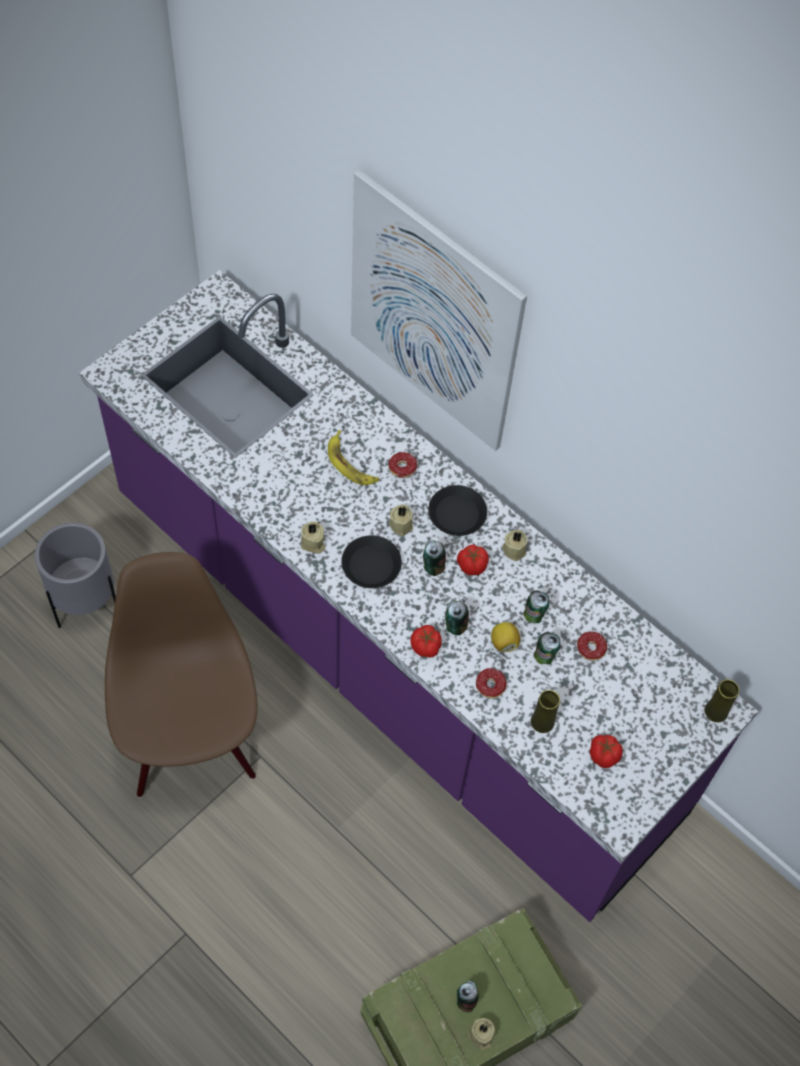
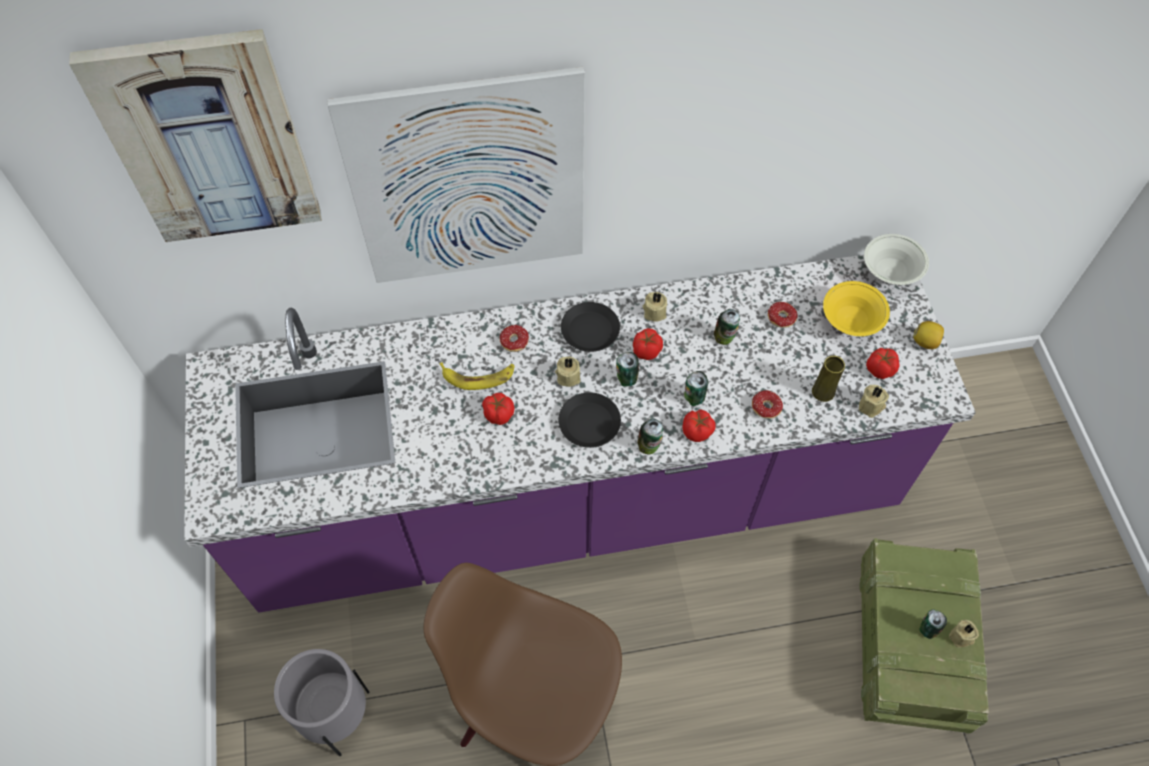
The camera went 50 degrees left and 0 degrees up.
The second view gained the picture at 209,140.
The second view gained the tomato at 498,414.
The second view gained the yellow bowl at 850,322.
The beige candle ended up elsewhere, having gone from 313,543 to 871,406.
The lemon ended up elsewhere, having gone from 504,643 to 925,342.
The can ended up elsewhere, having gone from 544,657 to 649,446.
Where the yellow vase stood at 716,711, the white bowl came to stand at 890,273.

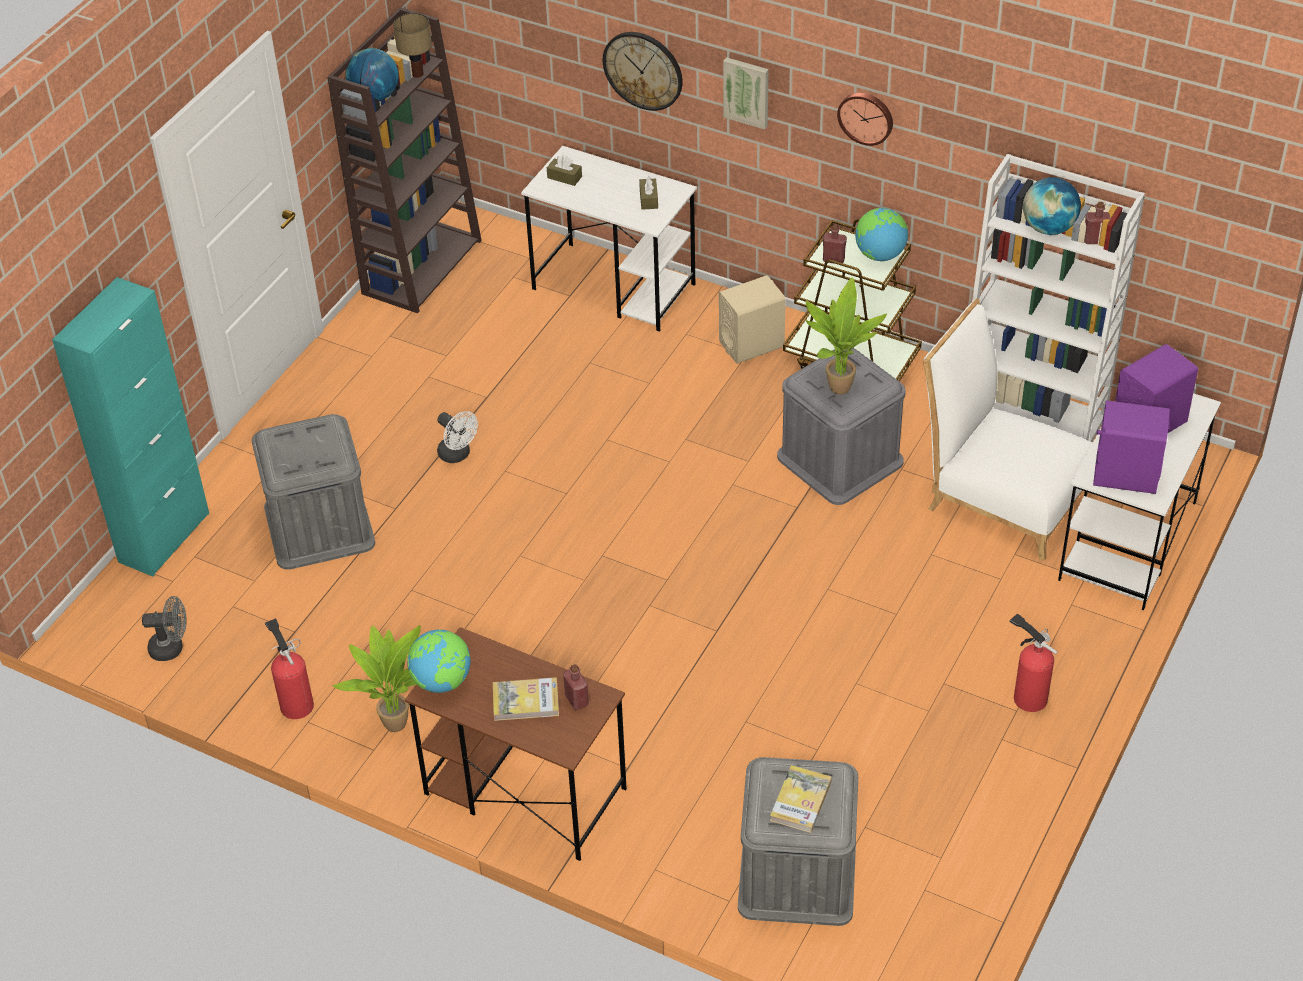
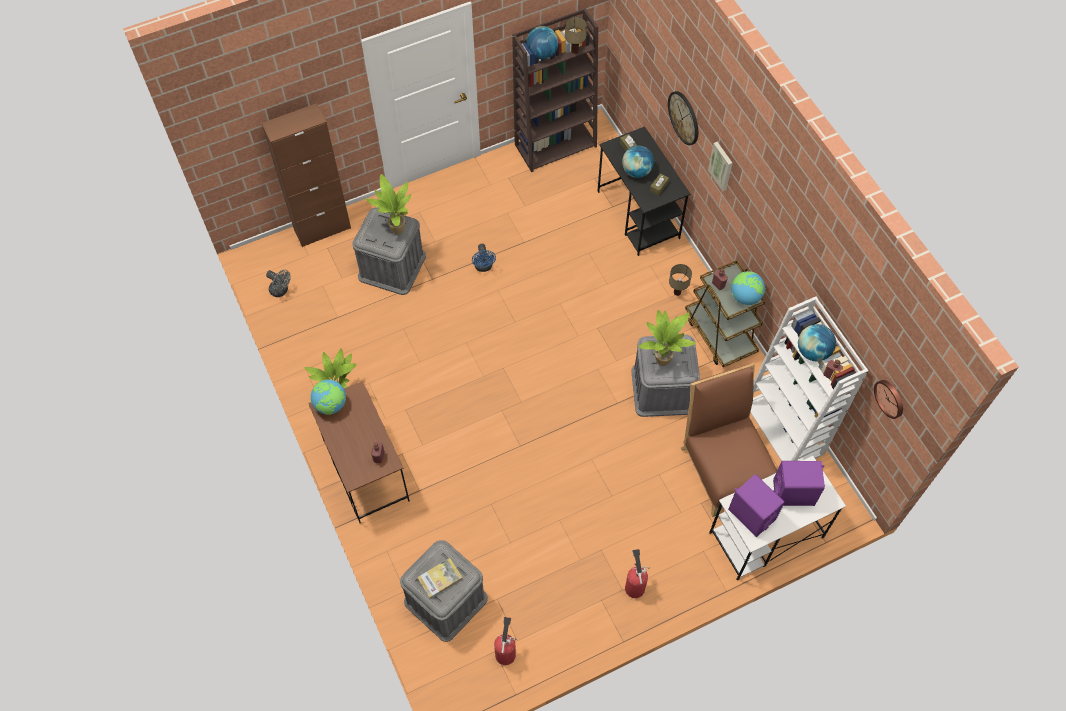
The camera went 35 degrees right and 15 degrees up.
The second view lost the book at 526,701.
The second view gained the potted plant at 395,230.
The second view gained the globe at 637,171.
The fire extinguisher ended up elsewhere, having gone from 295,703 to 506,652.
The wall clock ended up elsewhere, having gone from 866,117 to 890,398.
Where the beige speaker stood at 752,344, the table lamp came to stand at 677,292.
What was the turquoise cabinet at 164,537 turned into the brown cabinet at 322,229.
What was the white fan at 458,455 turned into the blue fan at 484,267.
What was the white desk at 615,287 turned into the black desk at 638,215.
What was the white chair at 1001,495 turned into the brown chair at 724,464.

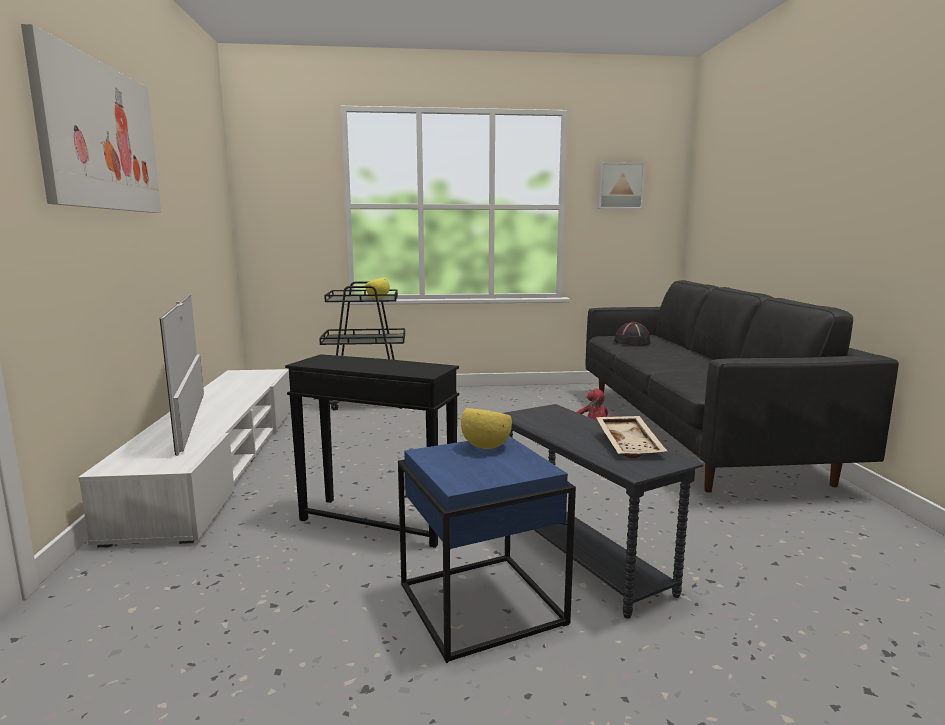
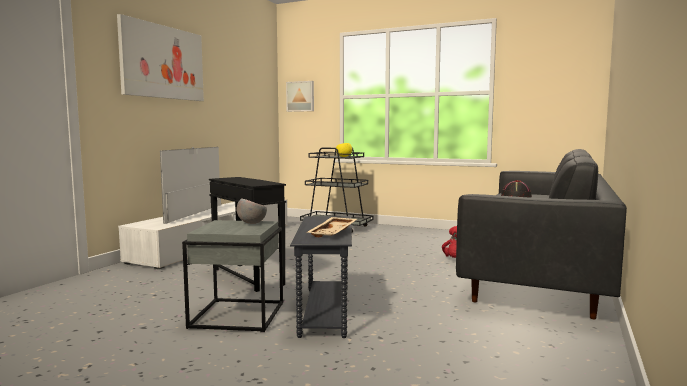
The camera went 30 degrees right and 5 degrees down.
The picture ended up elsewhere, having gone from 620,186 to 300,96.
What was the blue side table at 479,604 turned into the grey side table at 237,315.
What was the yellow bowl at 485,447 turned into the grey bowl at 251,223.

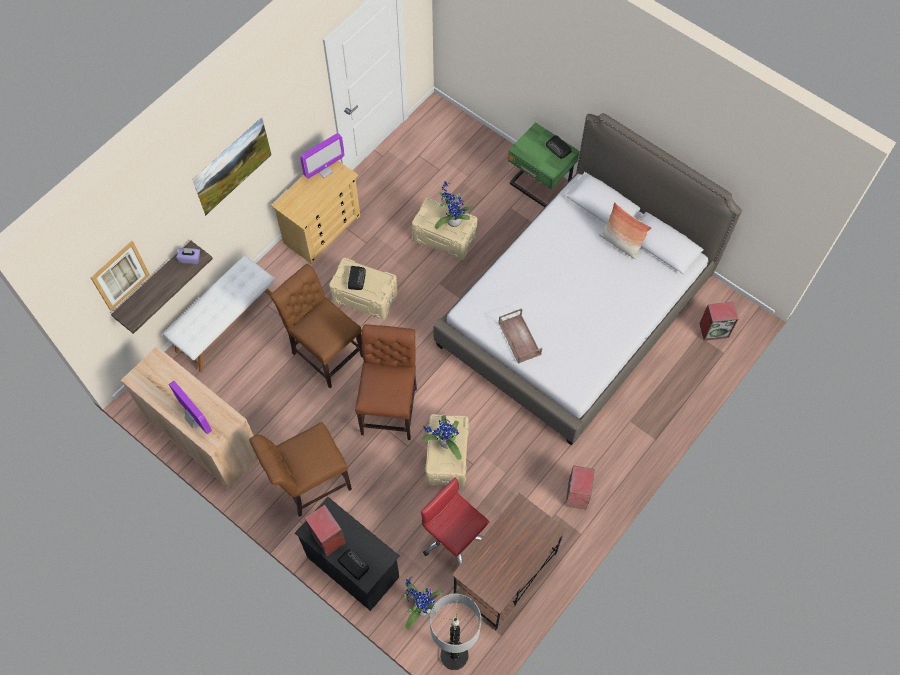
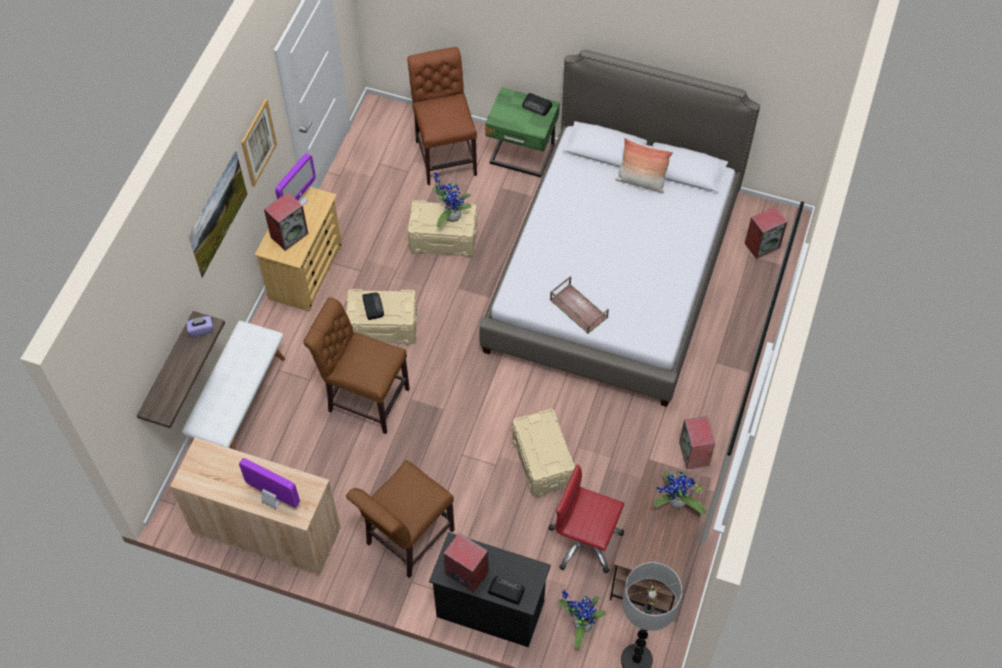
The camera went 20 degrees left and 5 degrees down.
The second view gained the speaker at 289,235.
The picture ended up elsewhere, having gone from 120,275 to 258,142.
The brown chair ended up elsewhere, having gone from 390,407 to 445,154.
The potted plant ended up elsewhere, having gone from 445,443 to 675,503.

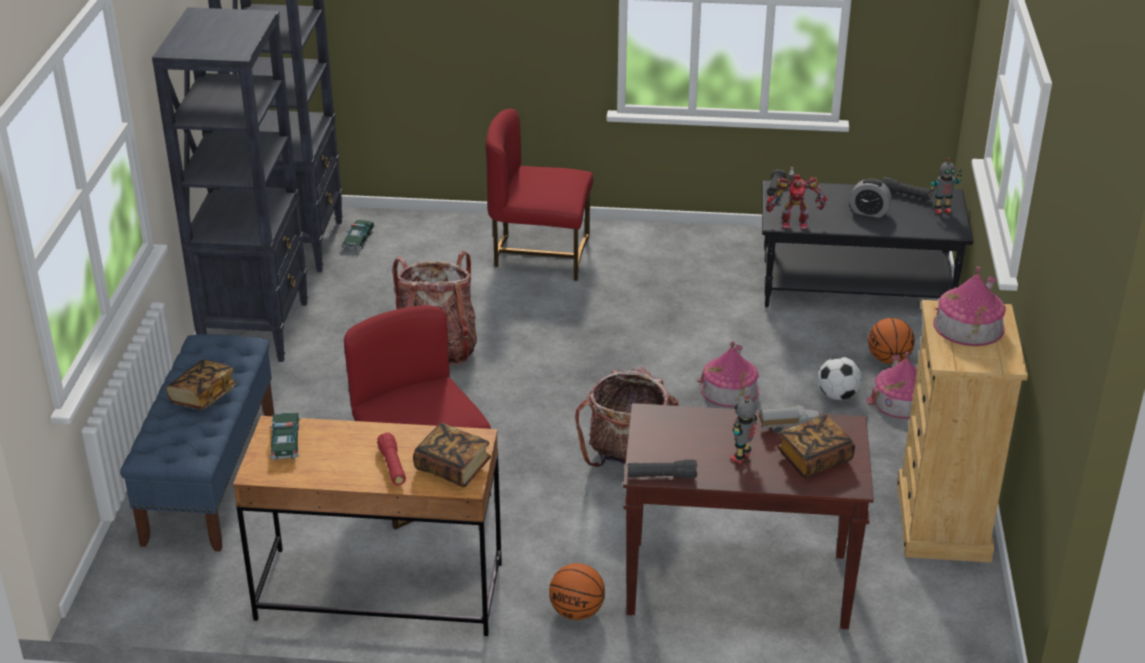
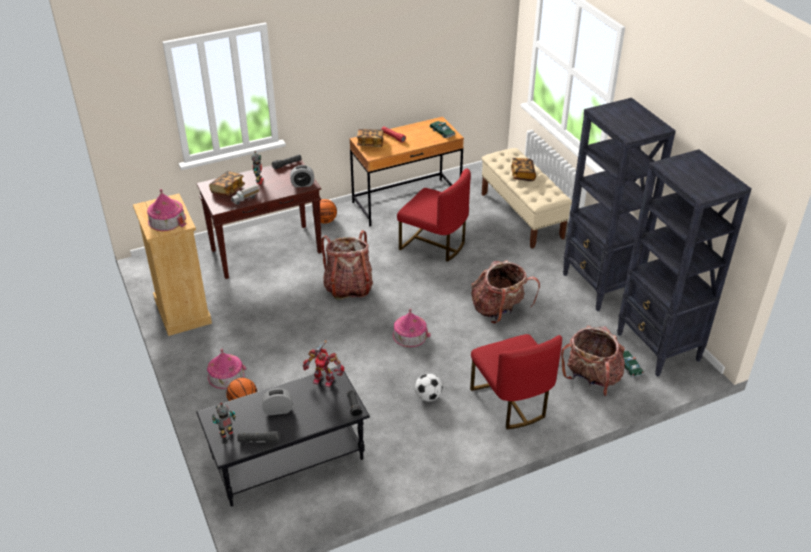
The camera went 150 degrees right and 5 degrees up.
The second view gained the alarm clock at 302,184.
The second view gained the backpack at 591,378.
The toy house ended up elsewhere, having gone from 729,389 to 410,335.
The football ended up elsewhere, having gone from 837,396 to 428,396.
What was the blue bench at 210,477 turned into the beige bench at 522,216.
The red chair at 540,254 ended up facing another way, 90 degrees clockwise from before.
The toy robot at 794,223 ended up facing another way, 135 degrees counterclockwise from before.

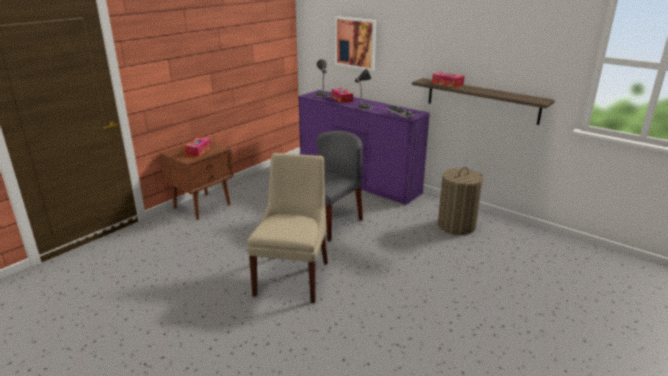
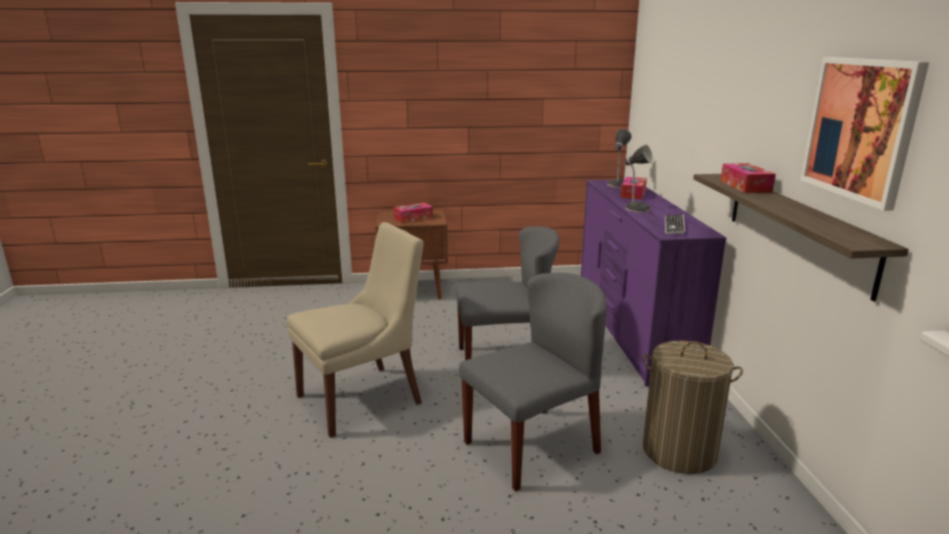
The camera went 45 degrees right and 5 degrees down.
The second view gained the grey chair at 532,446.
The picture ended up elsewhere, having gone from 355,43 to 860,129.

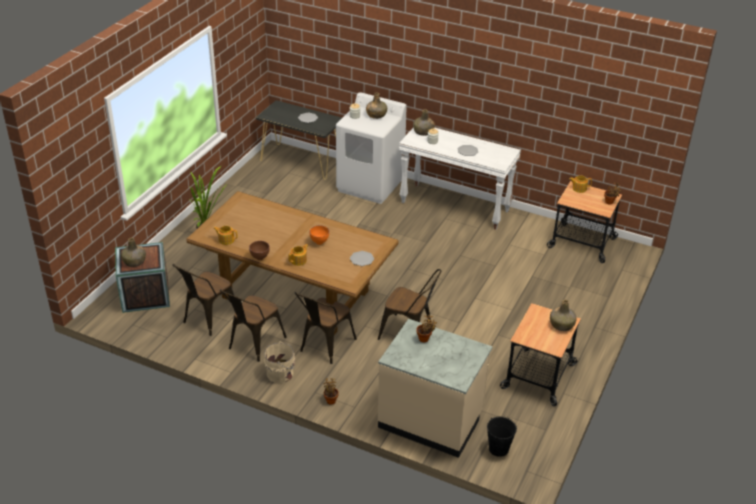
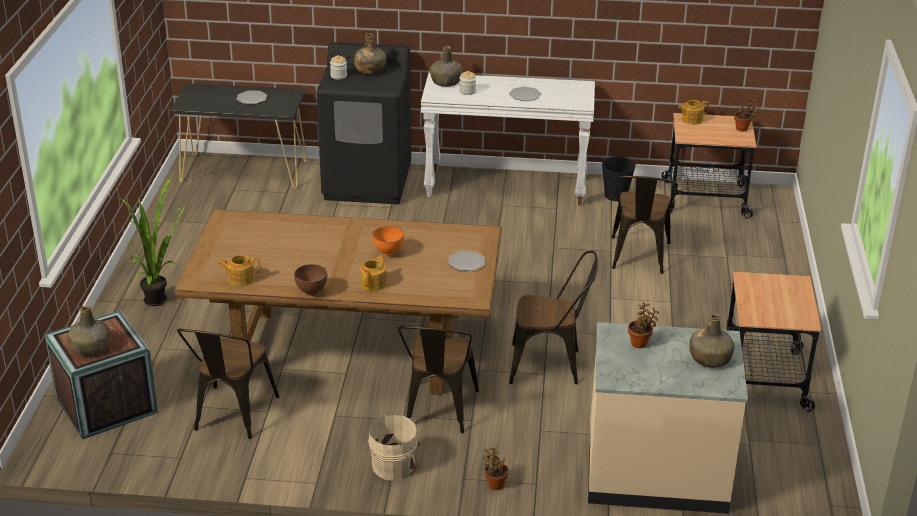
The camera went 20 degrees left and 5 degrees down.
The brown chair ended up elsewhere, having gone from 253,344 to 638,258.
The black bucket ended up elsewhere, having gone from 498,449 to 616,195.
The green bottle ended up elsewhere, having gone from 562,325 to 710,359.
What was the white washing machine at 370,185 turned into the black washing machine at 367,183.

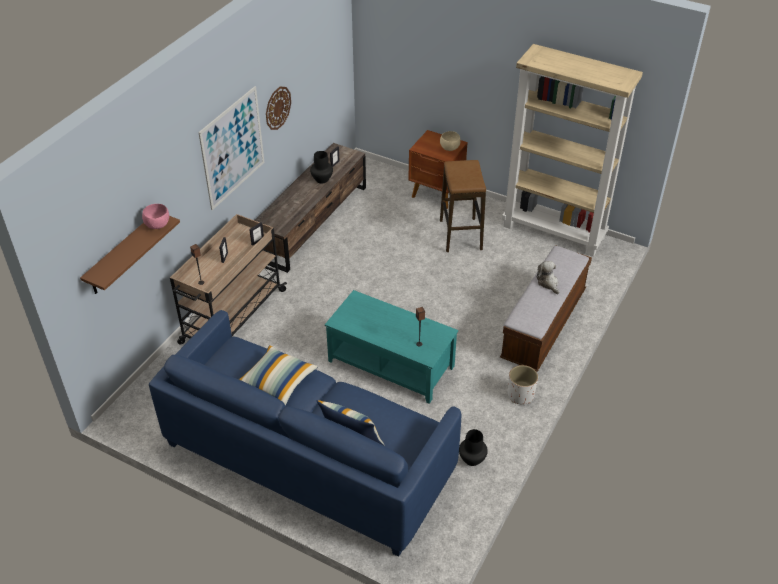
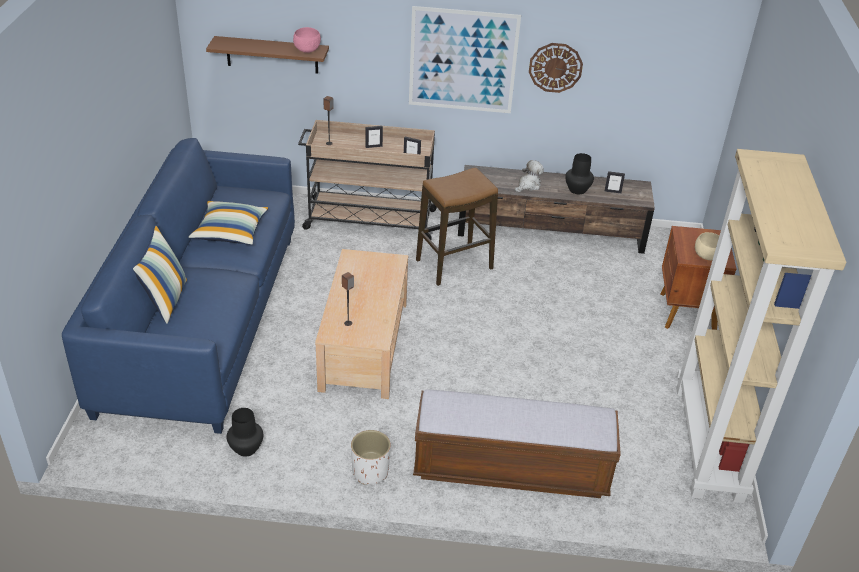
The camera went 65 degrees right and 5 degrees down.
The stool ended up elsewhere, having gone from 460,235 to 454,265.
The plush toy ended up elsewhere, having gone from 548,283 to 528,185.
What was the turquoise coffee table at 390,364 turned into the beige coffee table at 363,345.

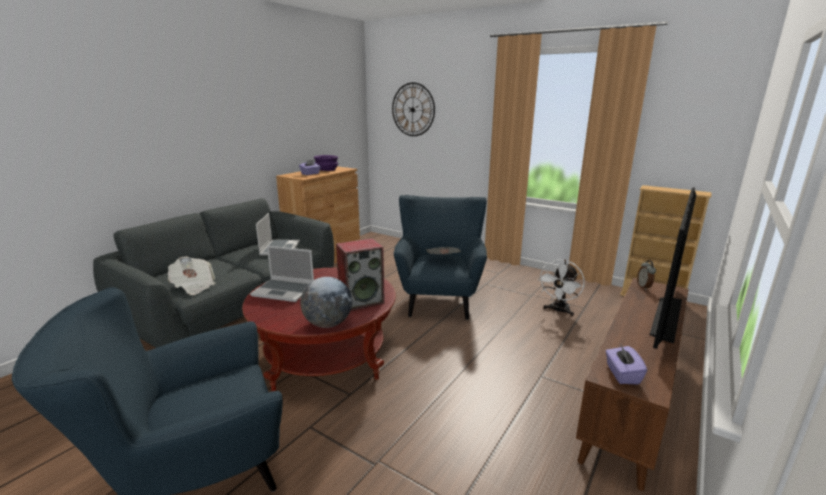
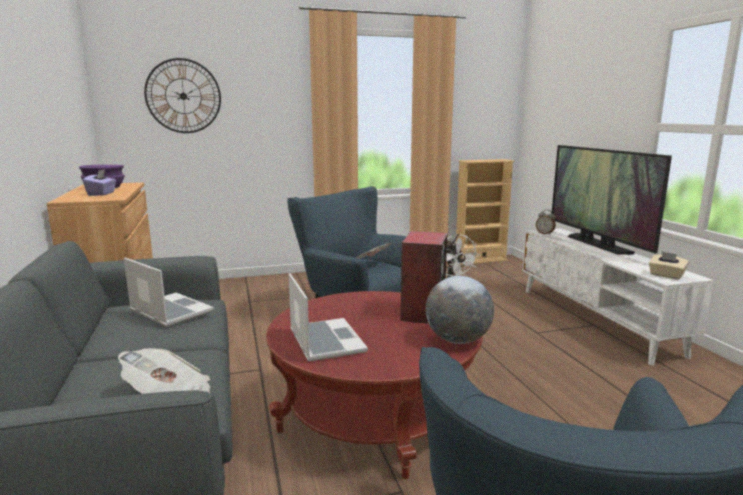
The camera went 50 degrees left and 5 degrees down.
What was the brown tv stand at 631,401 turned into the white tv stand at 596,320.
What was the purple tissue box at 622,374 turned into the beige tissue box at 666,275.
The laptop at 284,291 ended up facing another way, 75 degrees counterclockwise from before.

